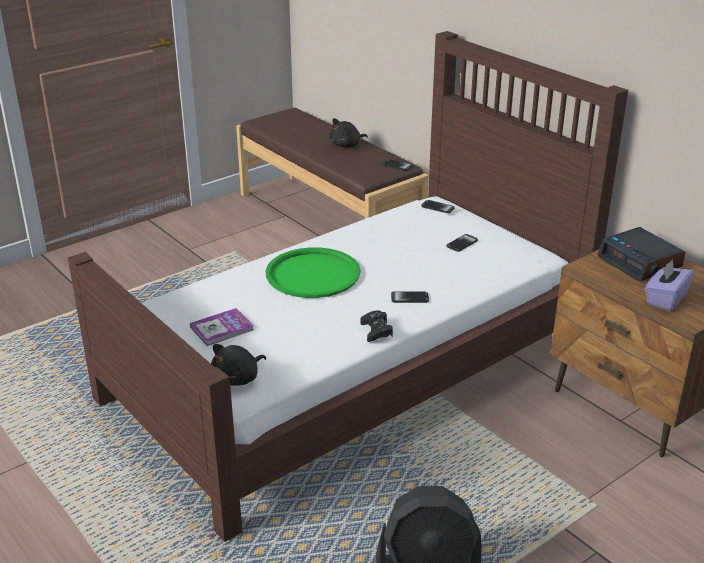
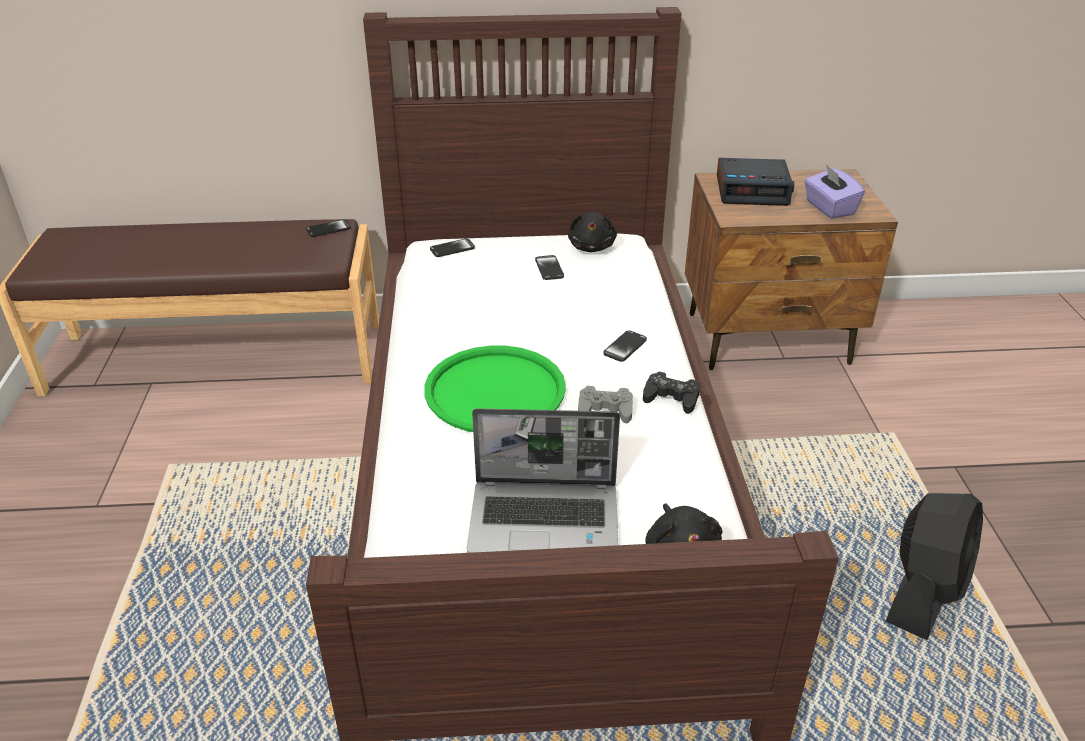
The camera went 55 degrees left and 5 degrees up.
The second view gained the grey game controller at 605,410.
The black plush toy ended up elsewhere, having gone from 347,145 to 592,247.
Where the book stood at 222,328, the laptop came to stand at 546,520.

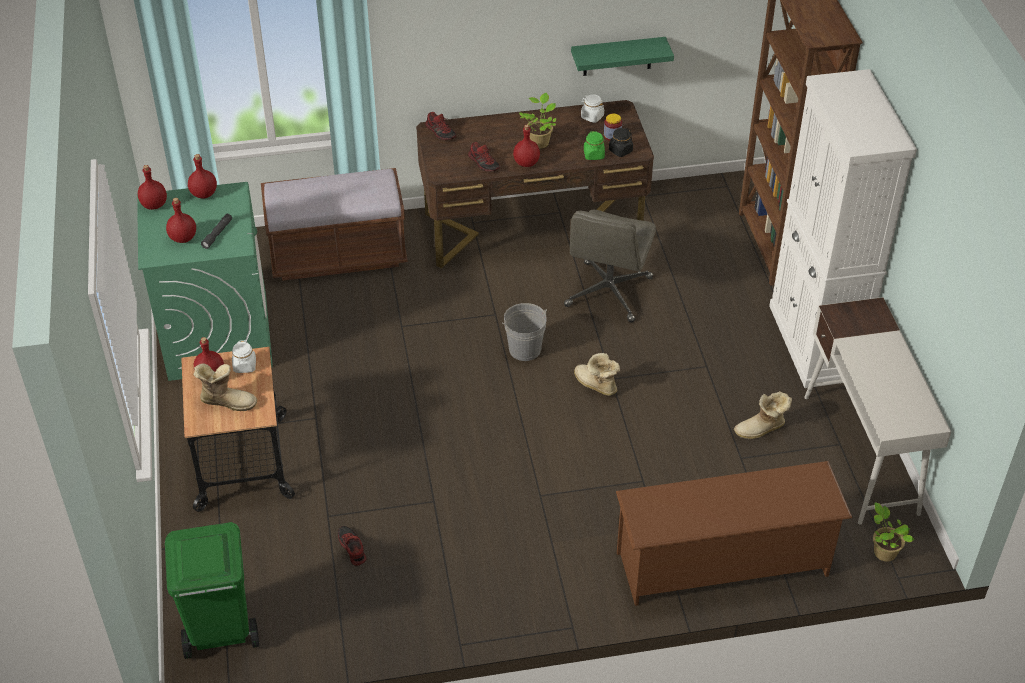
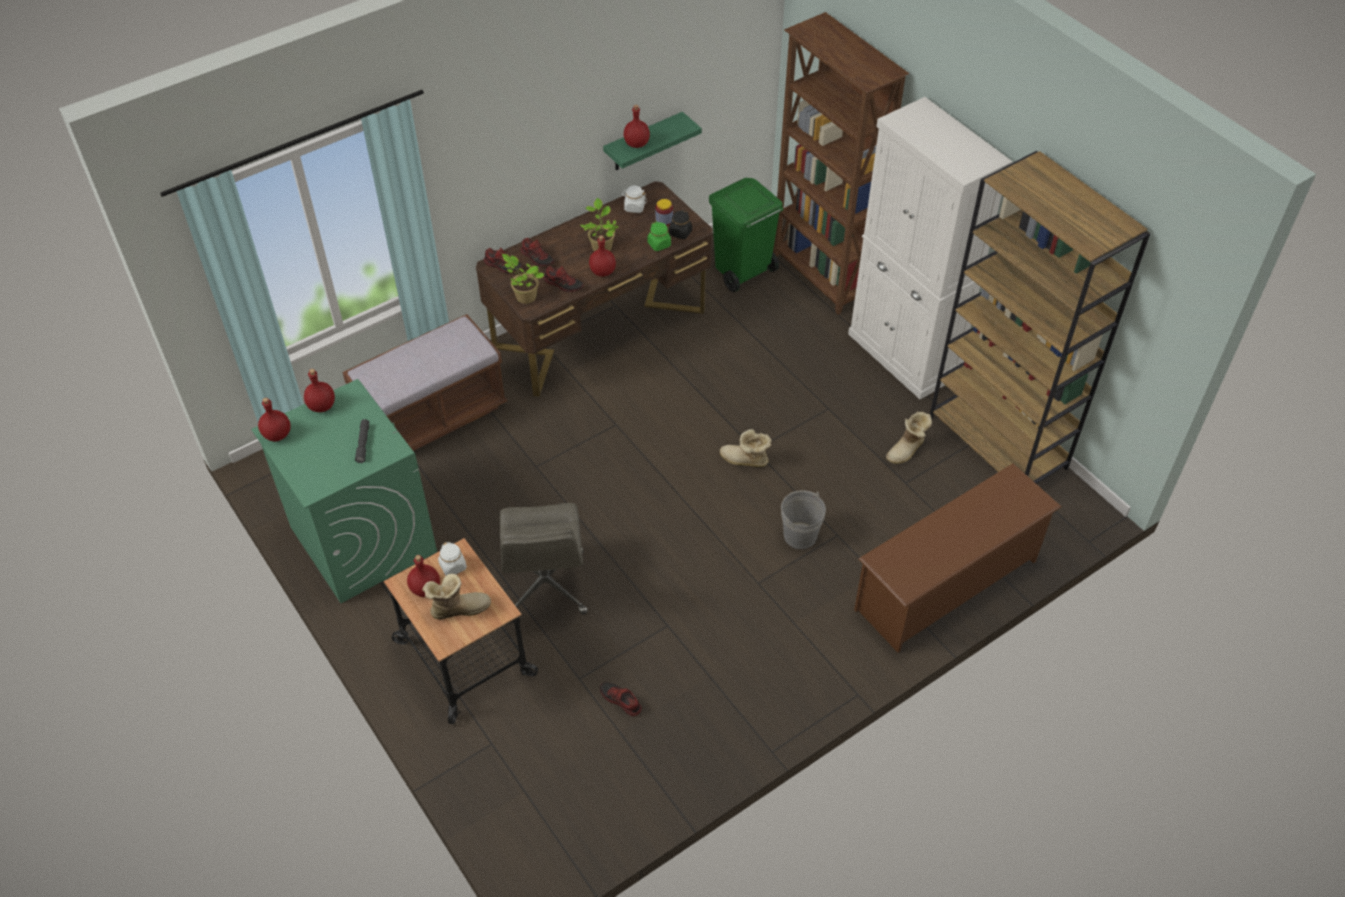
The camera went 25 degrees left and 5 degrees up.
The second view gained the shoe at 537,258.
The green trash can ended up elsewhere, having gone from 220,632 to 742,272.
The red bottle ended up elsewhere, having gone from 183,238 to 637,143.
The grey bucket ended up elsewhere, having gone from 525,349 to 800,535.
The grey office chair ended up elsewhere, having gone from 608,293 to 546,586.
The potted plant ended up elsewhere, having gone from 883,551 to 524,296.
Where the white desk stood at 860,454, the brown bookcase came to stand at 998,443.

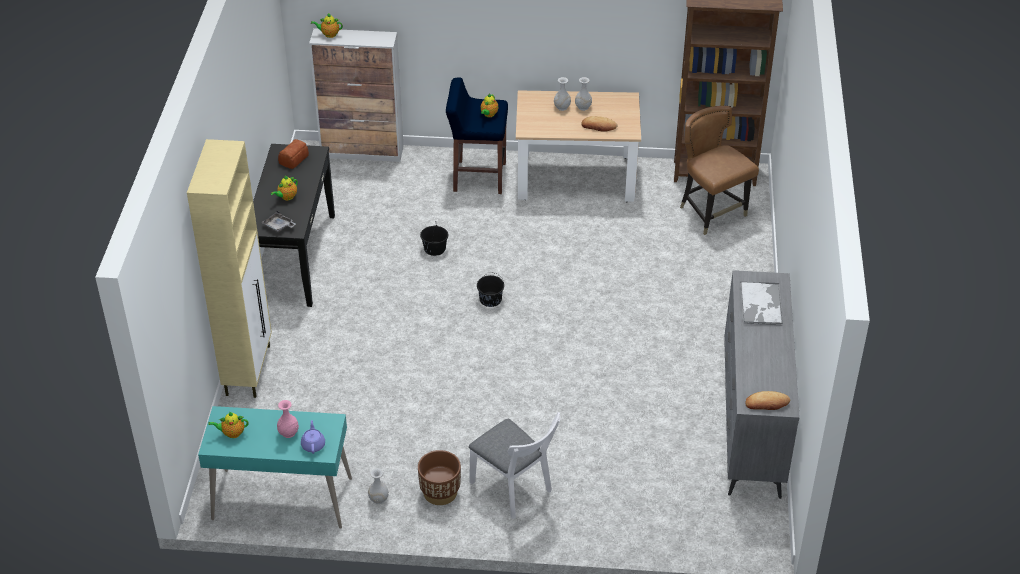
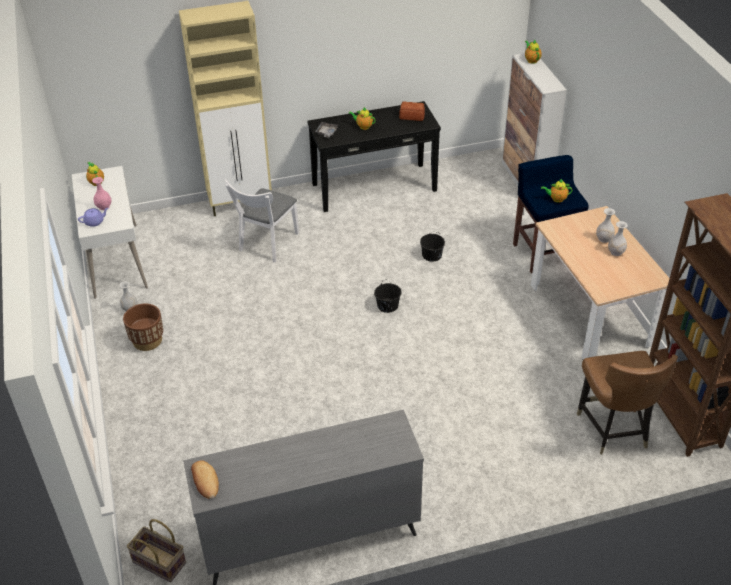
The camera went 70 degrees right and 0 degrees up.
The second view lost the bread at 598,126.
The second view lost the tray at 761,304.
The second view gained the basket at 158,563.
The white chair ended up elsewhere, having gone from 514,490 to 267,244.
What was the turquoise desk at 282,499 turned into the white desk at 115,260.
The brown chair at 712,213 ended up facing another way, 135 degrees clockwise from before.

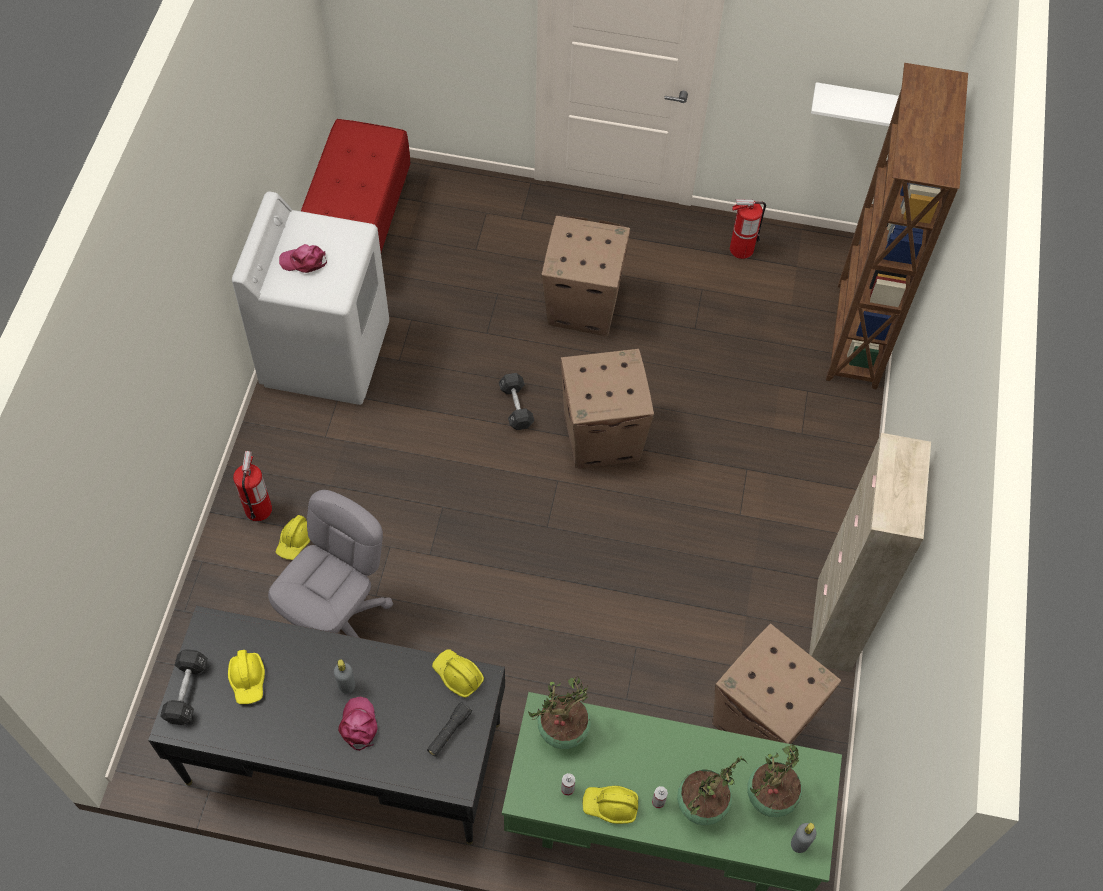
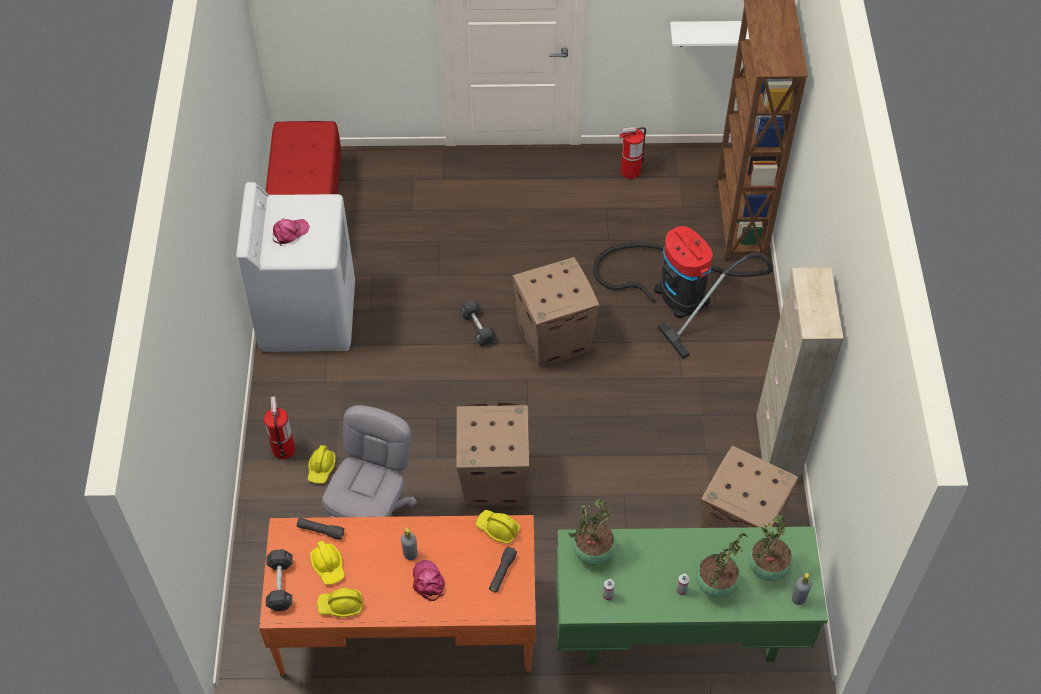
The camera went 10 degrees left and 5 degrees down.
The second view gained the black flashlight at 321,531.
The second view gained the vacuum cleaner at 676,292.
The cardboard box ended up elsewhere, having gone from 581,306 to 492,480.
The yellow hard hat ended up elsewhere, having gone from 610,806 to 340,605.
What was the black desk at 344,753 turned into the orange desk at 407,625.
The pink cap at 304,261 ended up facing another way, 150 degrees clockwise from before.

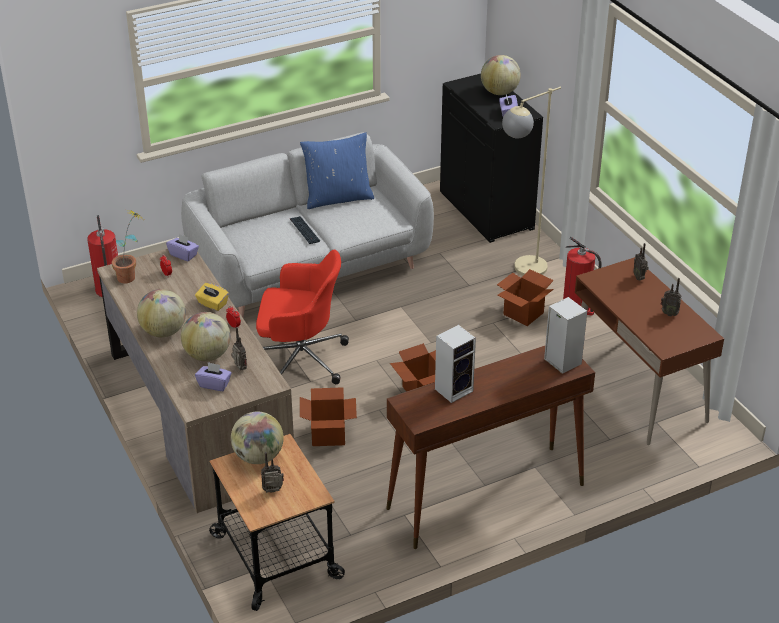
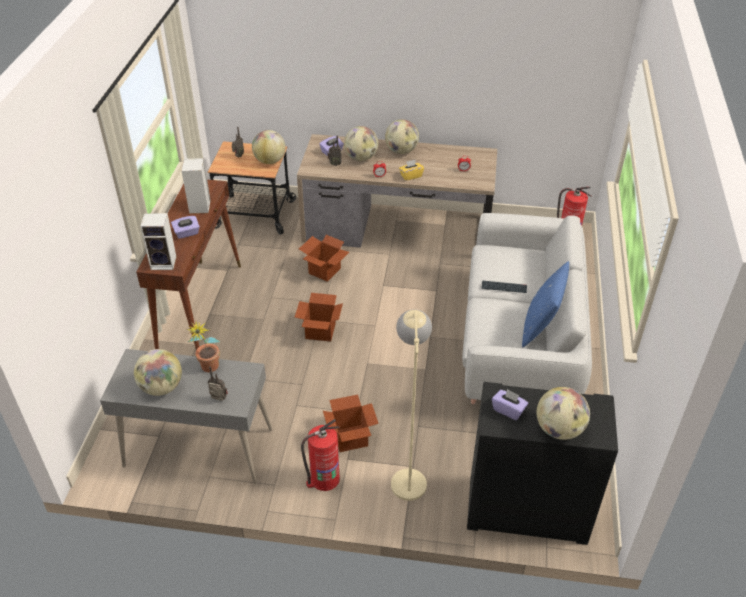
The camera went 125 degrees right and 5 degrees up.
The second view lost the red office chair at 300,359.
The potted plant ended up elsewhere, having gone from 131,276 to 209,370.
The purple tissue box ended up elsewhere, having gone from 183,255 to 187,233.
Where the radio stood at 669,313, the globe came to stand at 161,387.
What was the brown desk at 636,390 turned into the grey desk at 198,448.

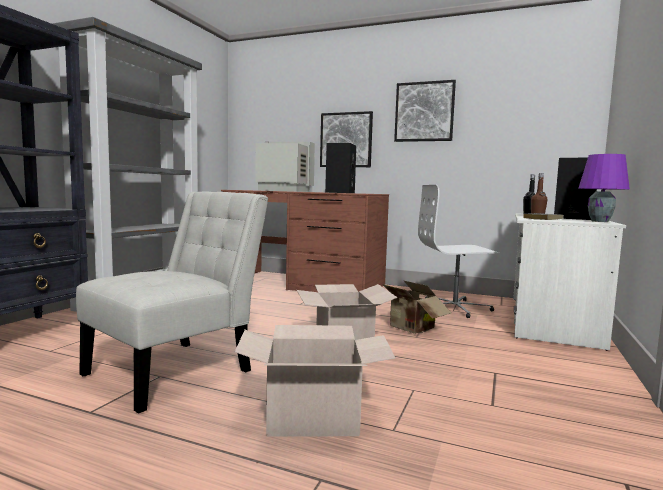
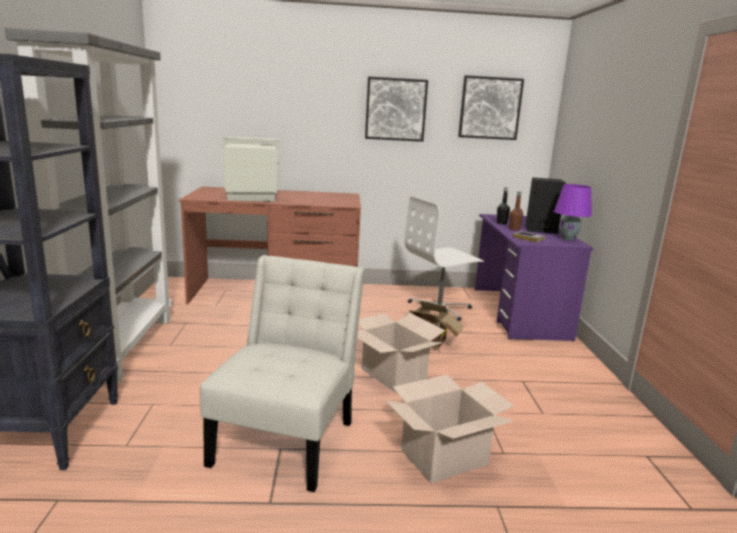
The camera went 25 degrees left and 10 degrees up.
The second view lost the black speaker at 339,192.
The picture ended up elsewhere, having gone from 346,140 to 490,108.
What was the white desk at 551,320 turned into the purple desk at 518,313.

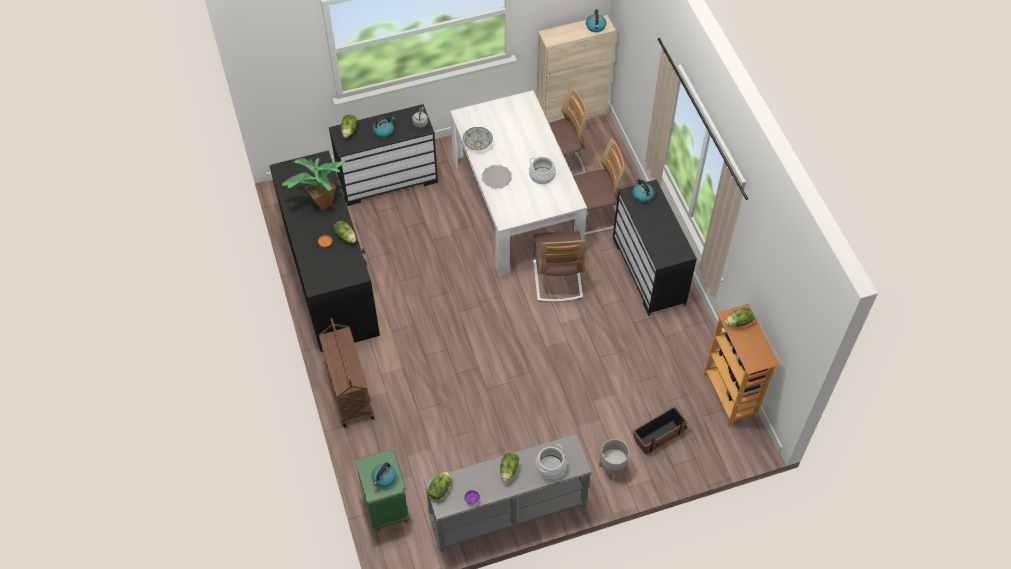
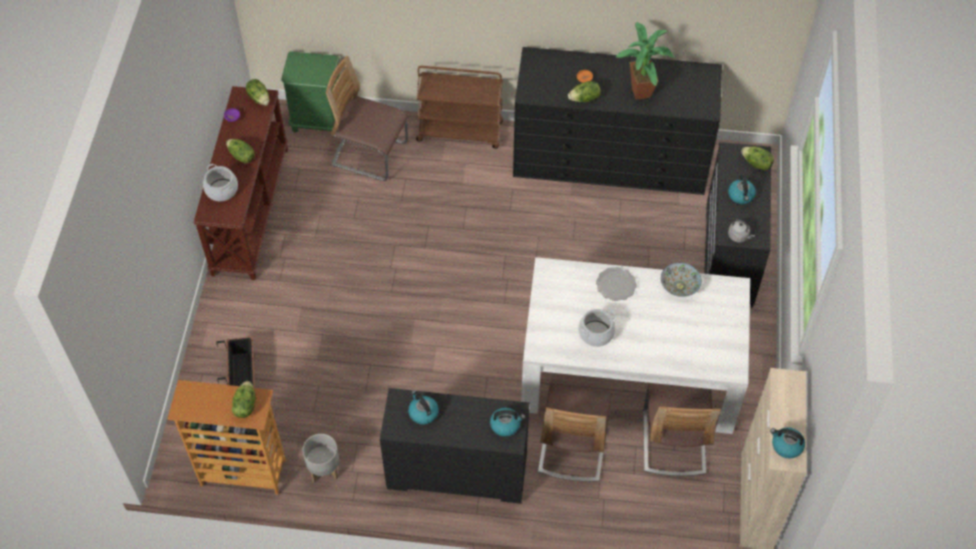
The camera went 115 degrees right and 0 degrees up.
The kettle ended up elsewhere, having gone from 384,478 to 423,413.
The chair ended up elsewhere, having gone from 557,278 to 370,155.
The grey planter ended up elsewhere, having gone from 612,468 to 324,469.
What was the grey console table at 507,512 turned into the brown console table at 249,210.

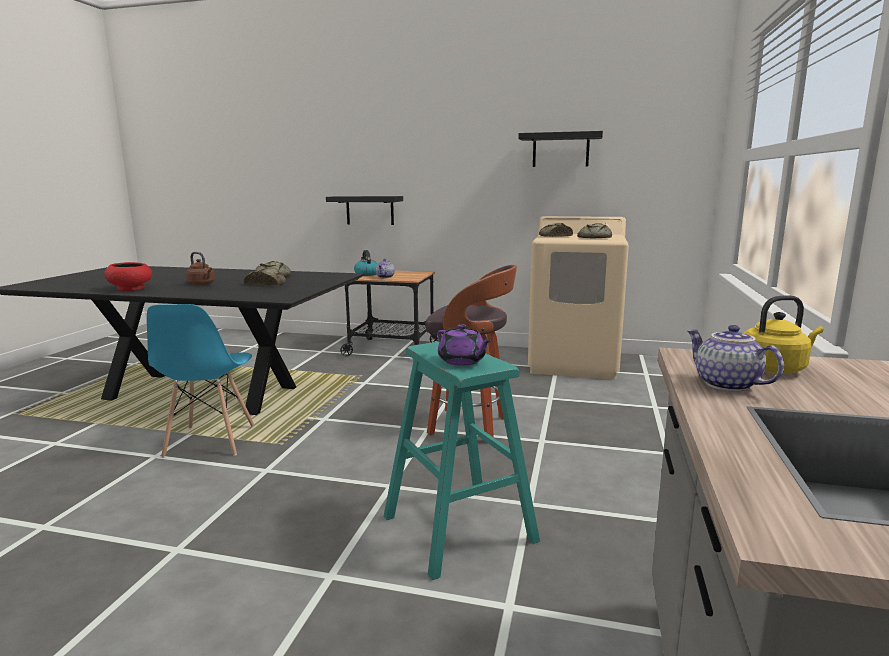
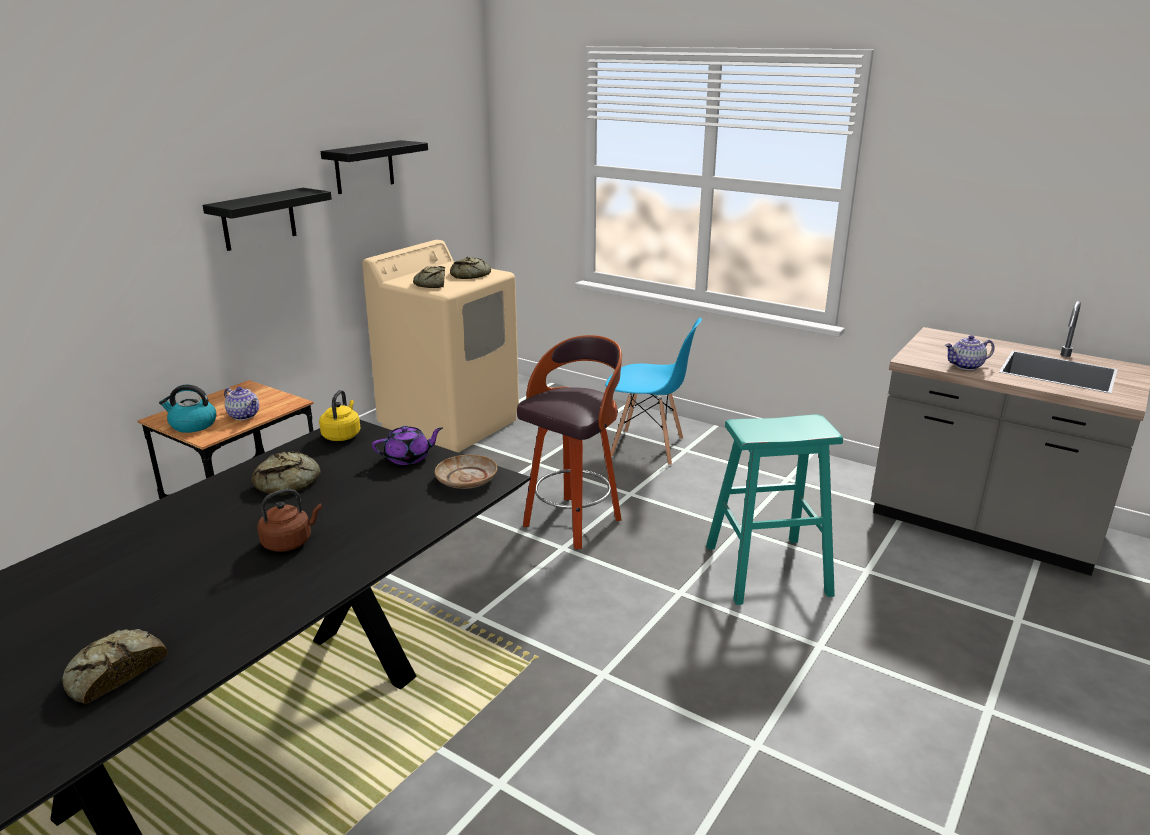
The camera went 70 degrees left and 10 degrees up.
The second view lost the red bowl at 131,289.
The second view gained the beige plate at 466,479.
The blue chair ended up elsewhere, having gone from 210,441 to 648,448.
The bread ended up elsewhere, having gone from 266,284 to 113,672.
The black shelf ended up elsewhere, having gone from 370,210 to 258,219.
The purple teapot ended up elsewhere, having gone from 462,361 to 408,458.
The yellow kettle ended up elsewhere, having gone from 775,368 to 342,435.

